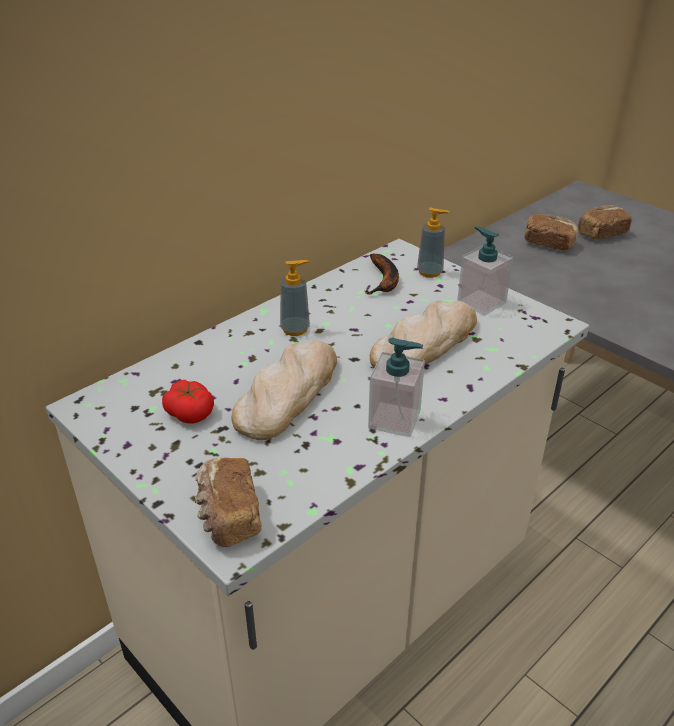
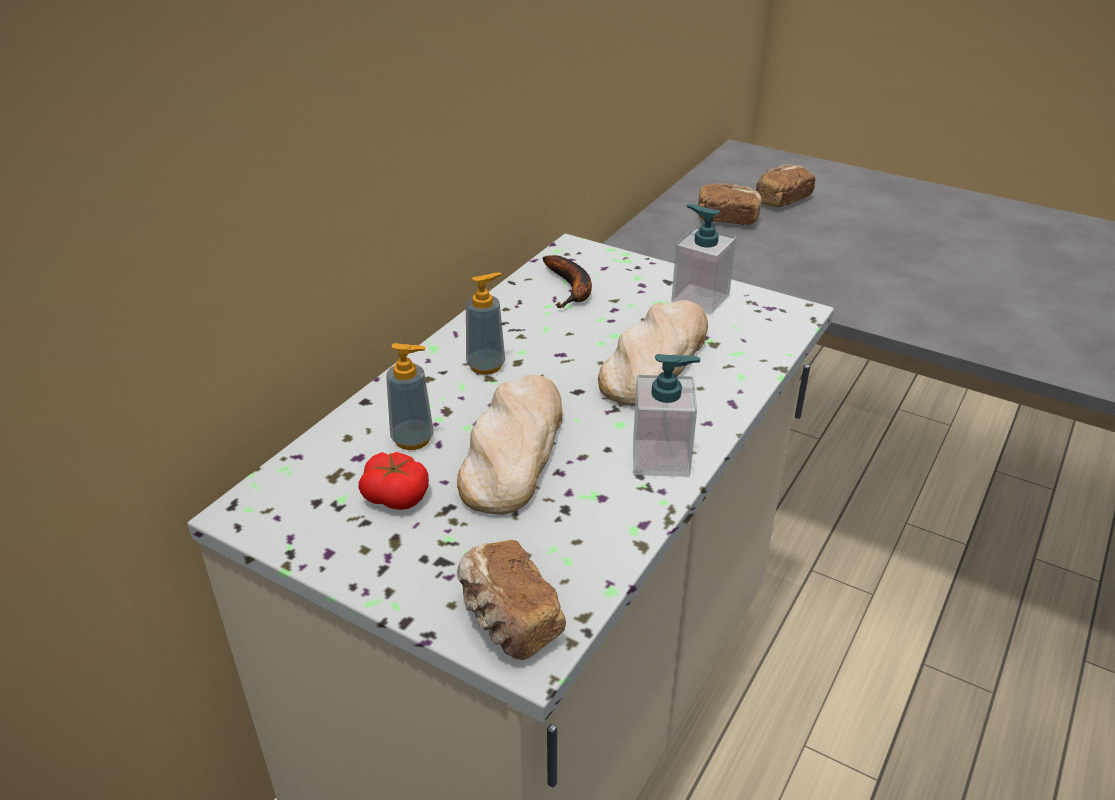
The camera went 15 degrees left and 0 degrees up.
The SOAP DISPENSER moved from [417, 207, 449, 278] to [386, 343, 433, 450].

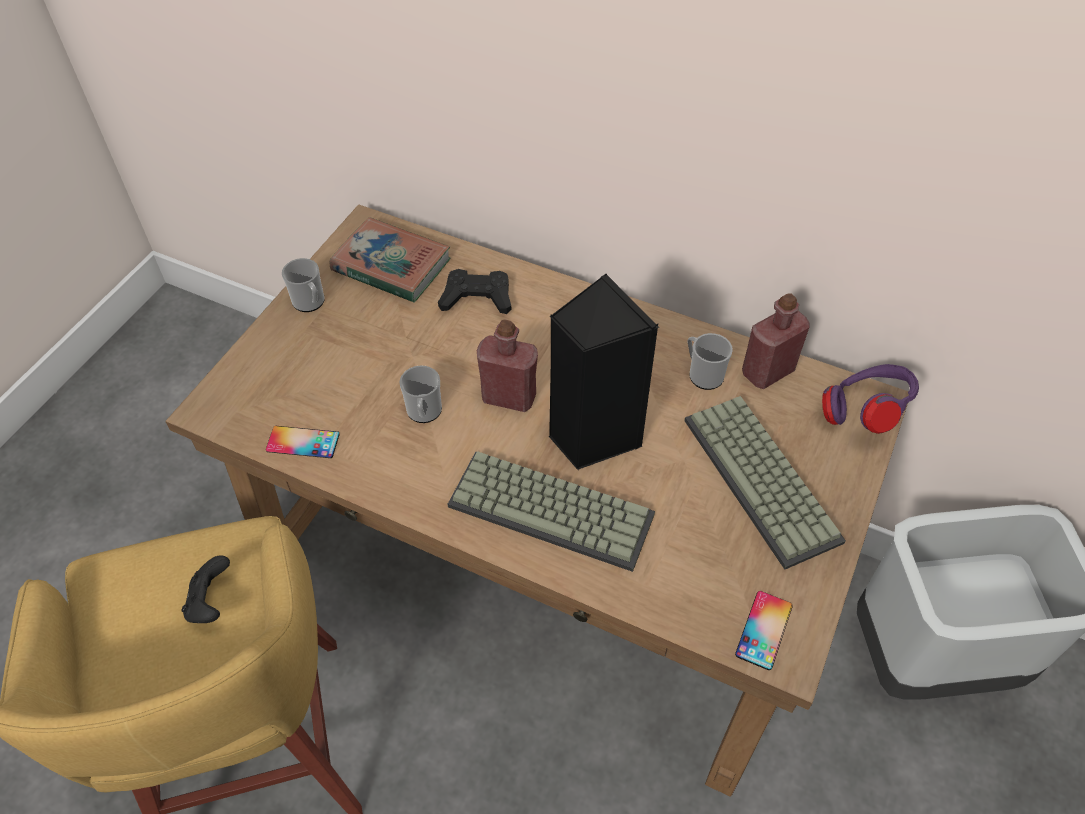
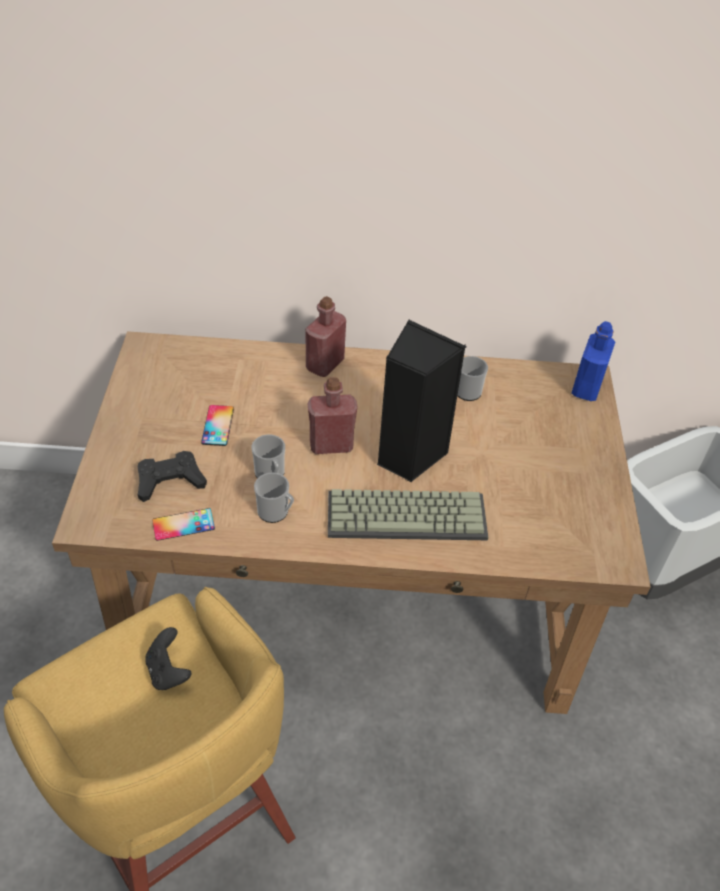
The camera went 25 degrees left and 5 degrees down.
The COFFEE MUG moved from [282, 258, 325, 312] to [254, 472, 294, 523].
The BOUND BOOK at [330, 217, 450, 302] disappeared.
The BLACK GAMEPAD moved from [438, 269, 511, 314] to [138, 451, 207, 502].
The COMPUTER KEYBOARD at [684, 396, 846, 570] disappeared.
The TELEPHONE moved from [735, 591, 792, 670] to [201, 405, 234, 446].
The RED BOTTLE moved from [742, 293, 810, 389] to [305, 296, 346, 377].
The PURPLE-COLOURED HEADPHONES at [822, 364, 919, 434] was replaced by the BLUISH BOTTLE at [571, 321, 615, 401].

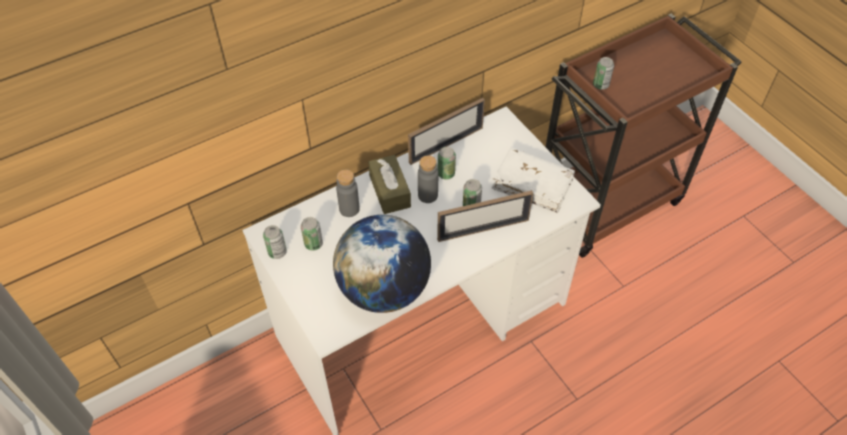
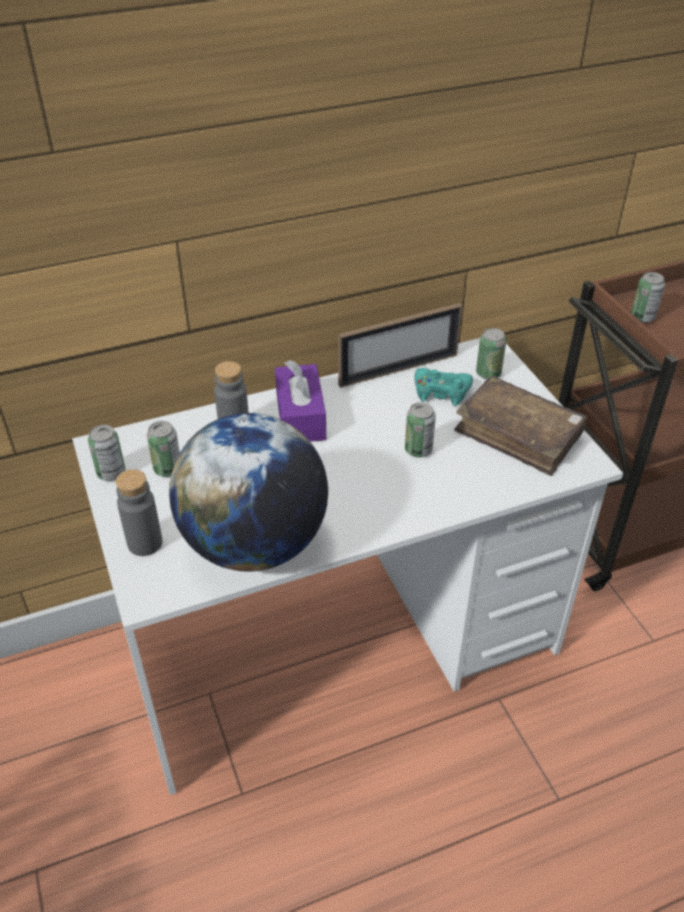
The camera went 10 degrees right and 10 degrees down.
The BROWN-COLOURED TISSUE BOX at [368, 155, 411, 214] became the PURPLE-COLOURED TISSUE BOX at [275, 360, 326, 442].
The GREYISH BOTTLE moved from [418, 155, 438, 203] to [116, 469, 162, 556].
The PHOTO FRAME at [437, 190, 533, 242] disappeared.
The CAN moved from [438, 147, 456, 180] to [476, 328, 506, 379].
The WHITE-COLOURED BOUND BOOK at [491, 147, 575, 213] became the BROWN-COLOURED BOUND BOOK at [454, 376, 587, 476].
The TURQUOISE-COLOURED GAMEPAD at [414, 368, 473, 406] appeared.

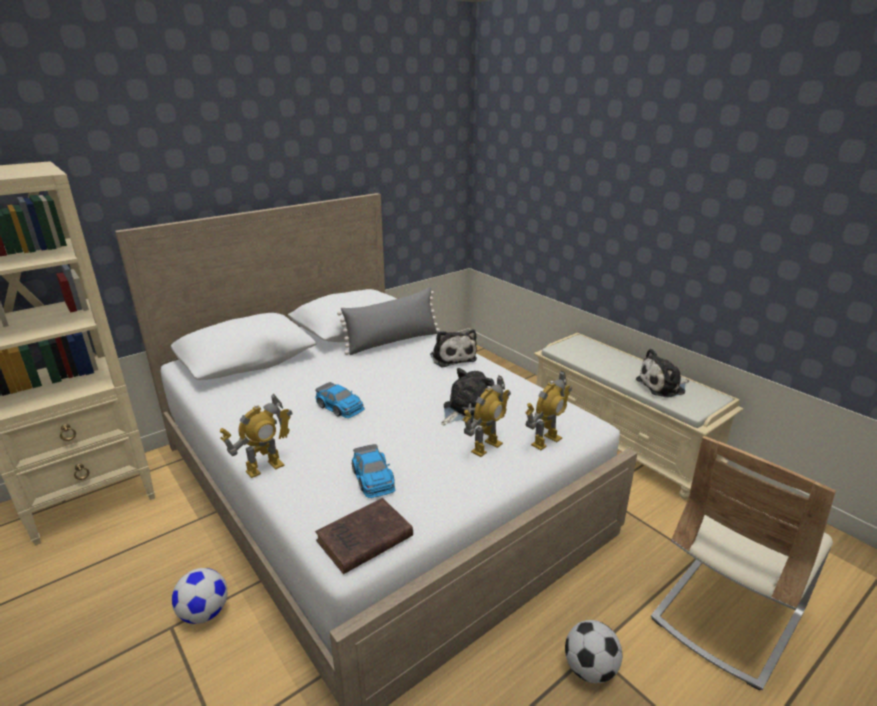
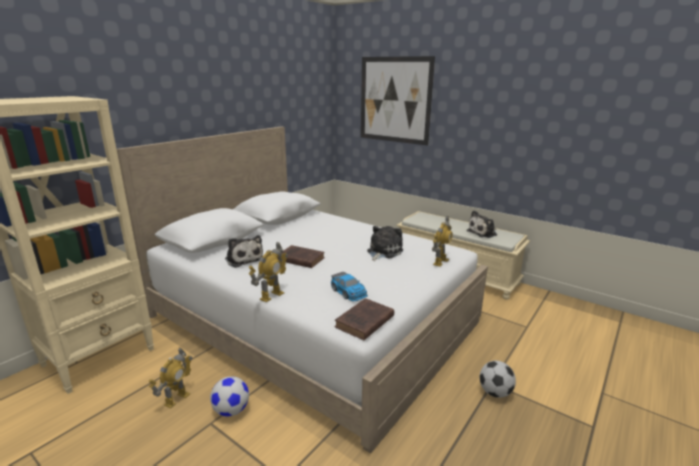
The camera went 15 degrees left and 5 degrees down.
The MINIATURE CAR at [315, 382, 365, 418] was replaced by the BROWN-COLOURED BOUND BOOK at [278, 245, 325, 268].
The GREYISH THROW PILLOW at [337, 287, 440, 355] disappeared.
The SOFT TOY moved from [430, 329, 477, 368] to [225, 235, 263, 268].
The MODEL ROBOT moved from [463, 375, 511, 457] to [149, 348, 192, 409].
The BEIGE CHAIR at [651, 436, 836, 690] disappeared.
The PICTURE at [361, 56, 435, 146] appeared.

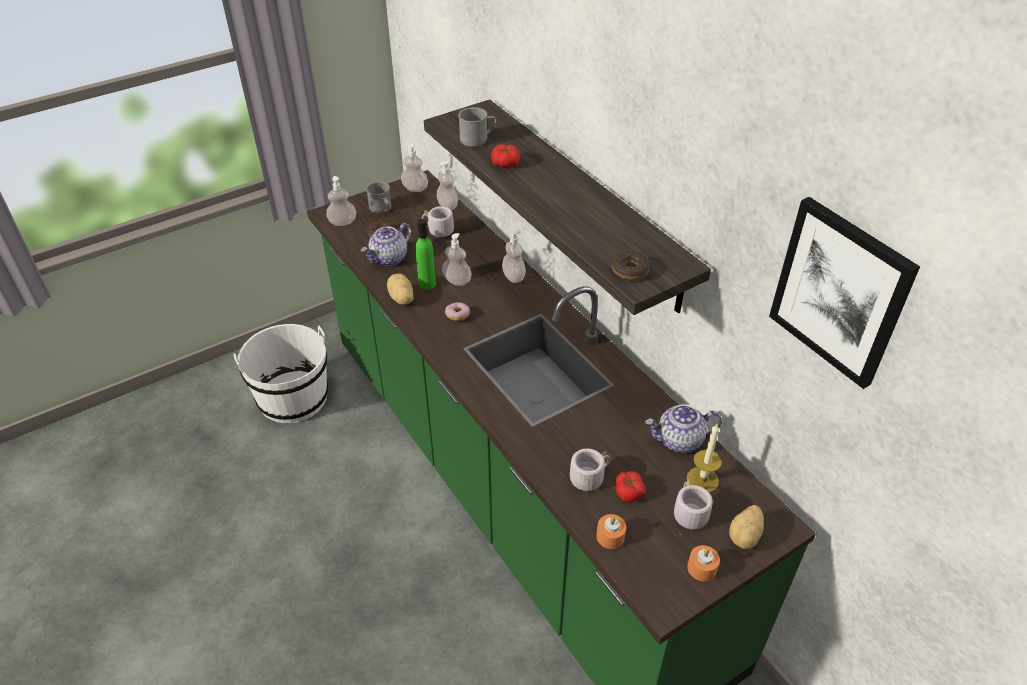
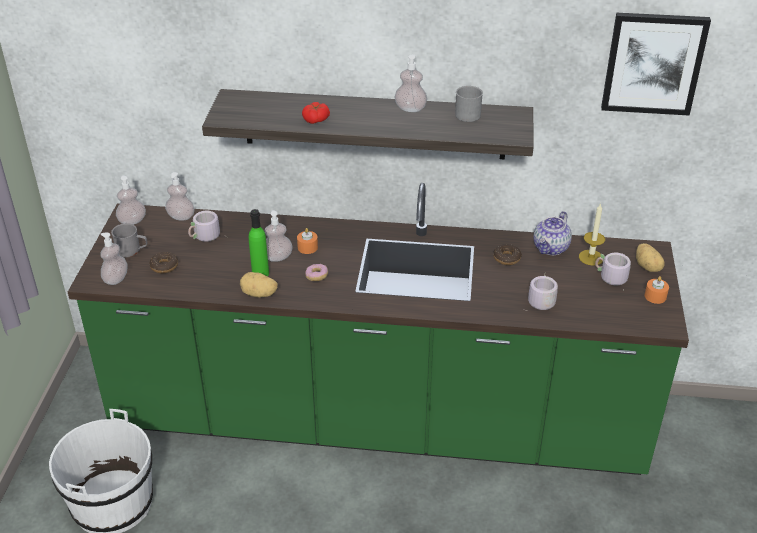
The camera went 50 degrees left and 5 degrees down.
The TEA POT at [361, 223, 412, 266] disappeared.
The GREYISH COFFEE MUG moved from [458, 107, 497, 147] to [455, 86, 483, 122].
The SOAP DISPENSER moved from [502, 230, 526, 283] to [394, 54, 427, 112].
The ORANGEY WAX CANDLE moved from [596, 514, 626, 549] to [297, 228, 318, 254].
The DONUT moved from [612, 250, 650, 280] to [493, 244, 522, 265].
The FRESH TOMATO at [615, 471, 646, 503] disappeared.

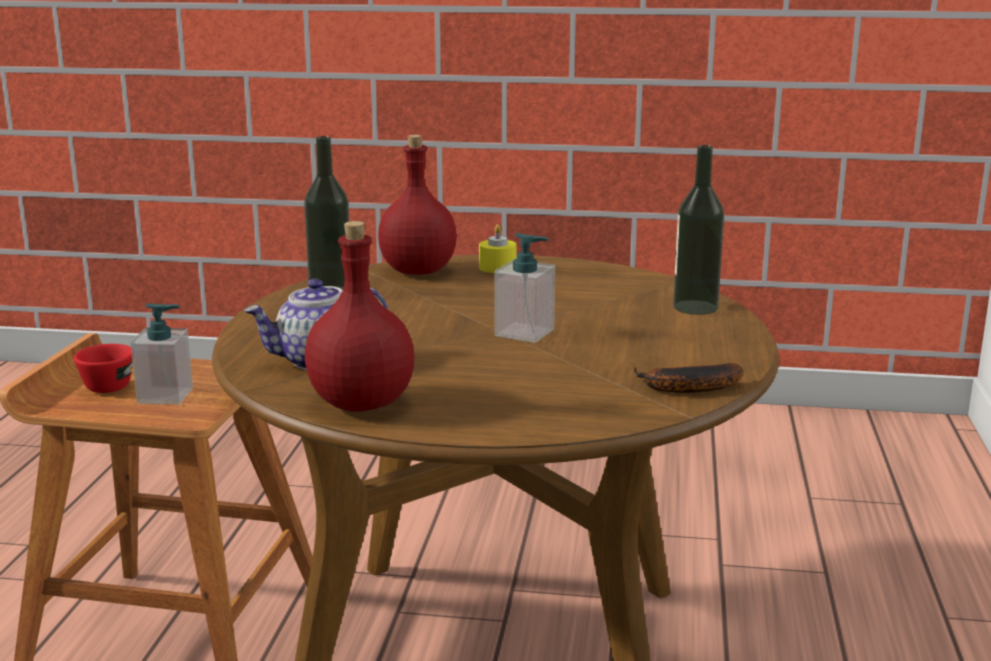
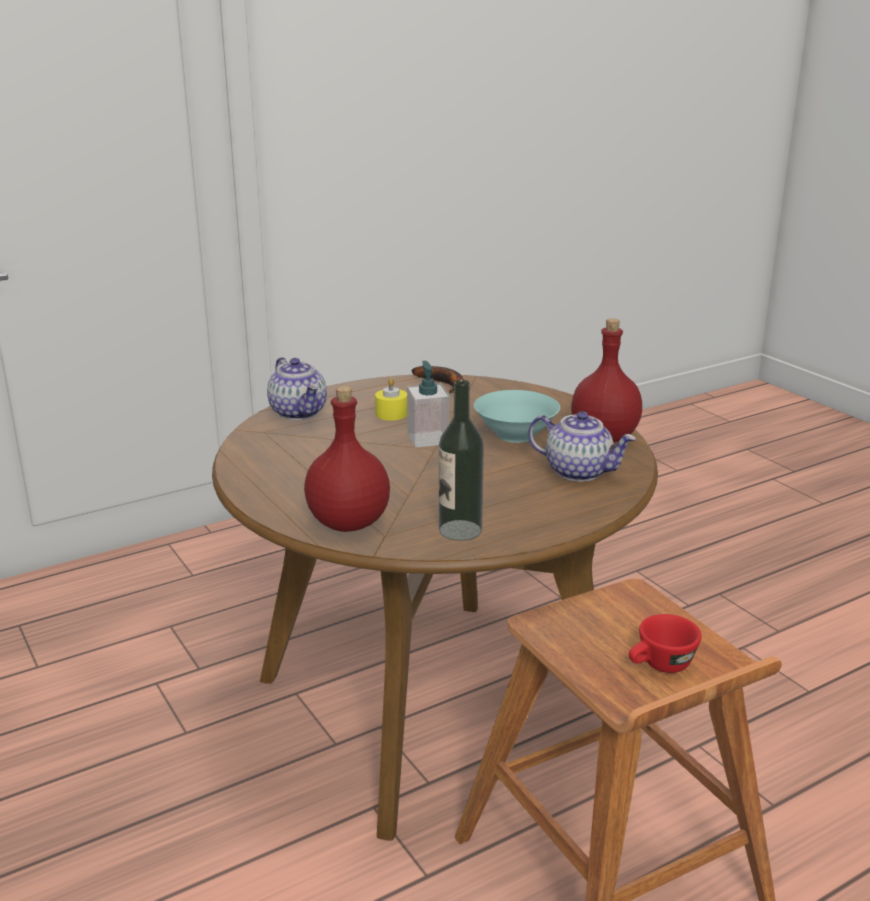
The camera went 130 degrees left and 5 degrees up.
The SOAP DISPENSER at [130, 303, 193, 405] disappeared.
The YELLOW WAX CANDLE moved from [479, 224, 516, 273] to [375, 378, 407, 421].
The BOTTLE at [673, 145, 724, 315] was replaced by the TEA POT at [267, 357, 327, 420].
The TURQUOISE-COLOURED BOWL at [474, 390, 560, 443] appeared.

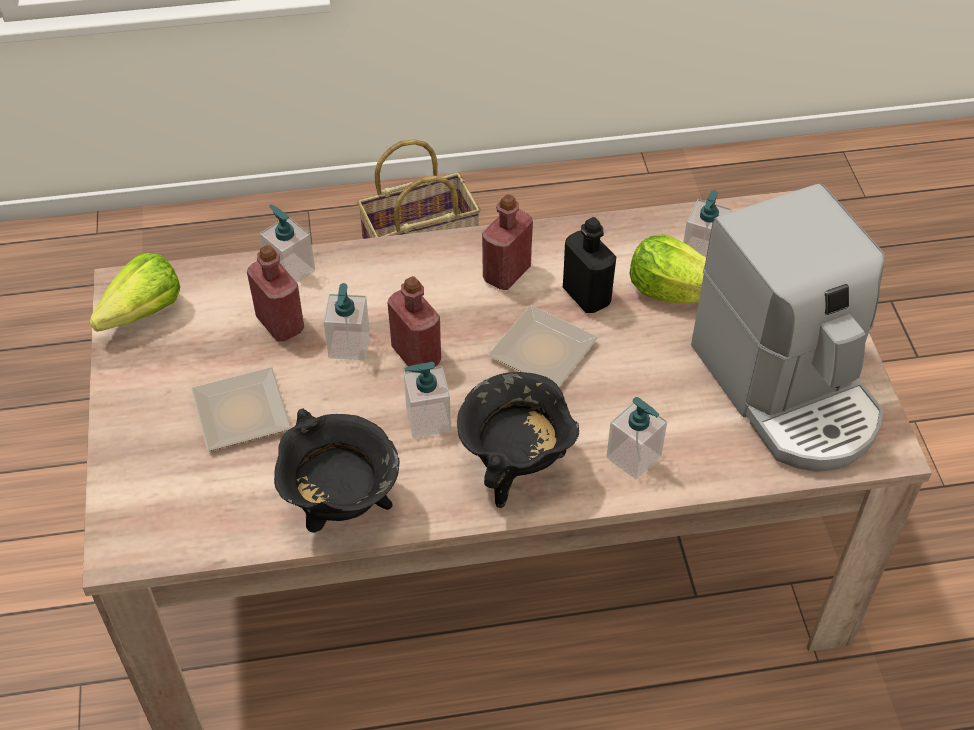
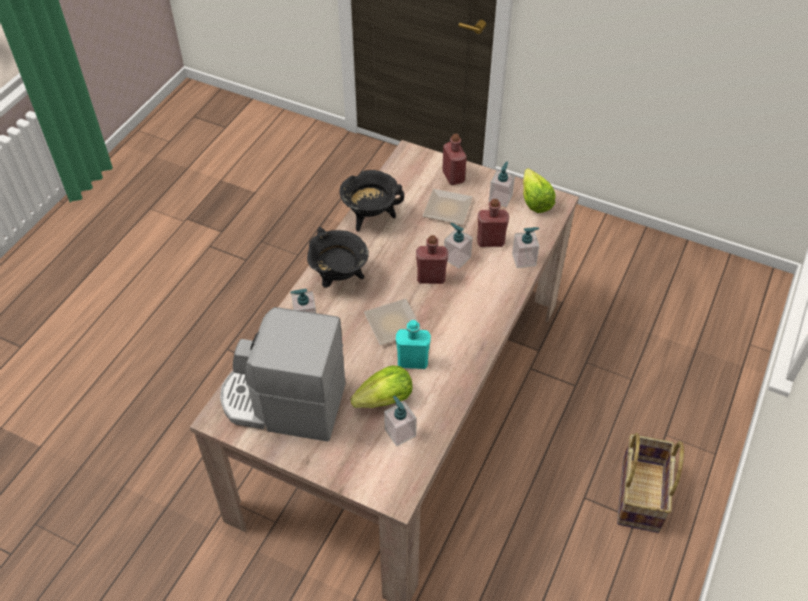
The camera went 125 degrees right and 0 degrees up.
The SOAP DISPENSER moved from [404, 362, 451, 438] to [489, 161, 515, 207].
The RED BOTTLE moved from [482, 194, 533, 290] to [442, 134, 467, 185].
The BLACK BOTTLE at [563, 217, 616, 313] became the TURQUOISE-COLOURED BOTTLE at [396, 320, 431, 369].

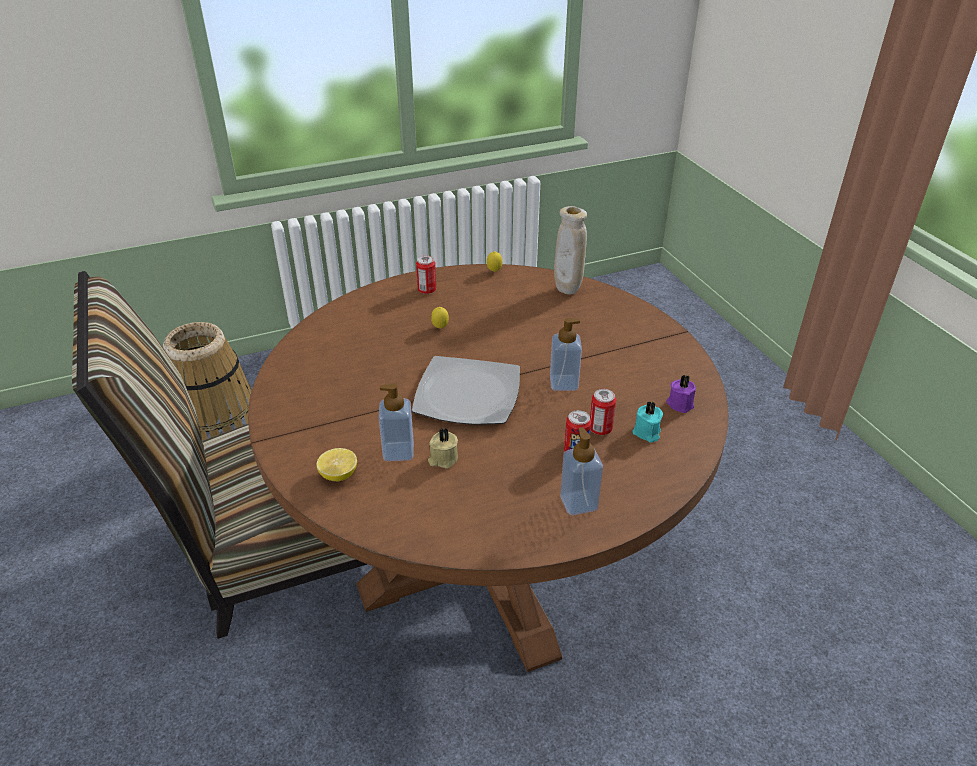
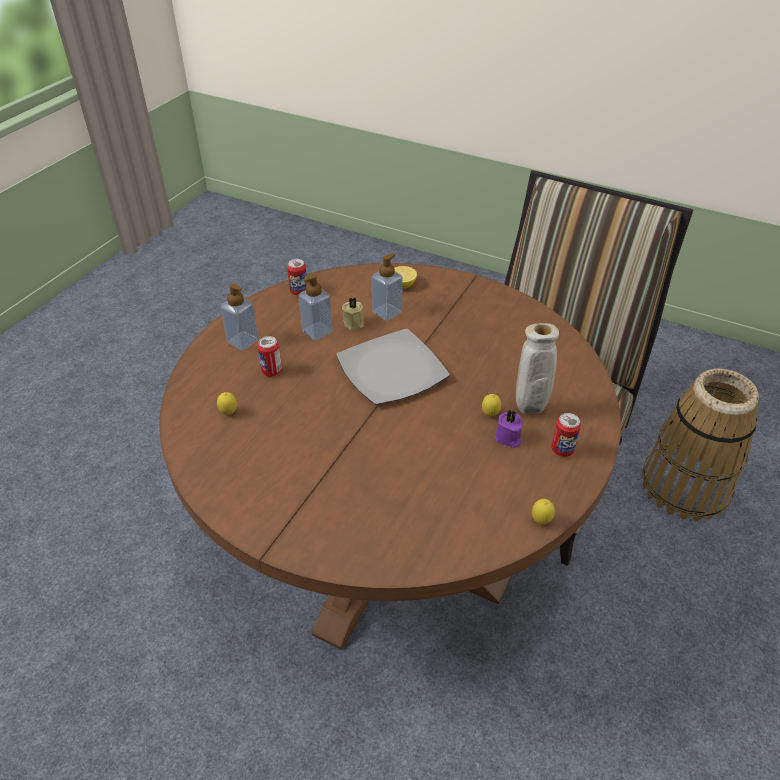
The camera went 140 degrees right and 5 degrees up.
The SOAP DISPENSER moved from [550, 318, 582, 391] to [298, 274, 333, 341].
The BEIGE VASE moved from [554, 206, 587, 294] to [516, 323, 559, 414].
The CAN moved from [590, 389, 616, 435] to [287, 259, 307, 295].
The TURQUOISE-COLOURED WAX CANDLE at [633, 401, 663, 442] was replaced by the WHOLE LEMON at [217, 392, 237, 415].
The PURPLE-COLOURED WAX CANDLE moved from [667, 374, 696, 413] to [495, 410, 523, 448].

